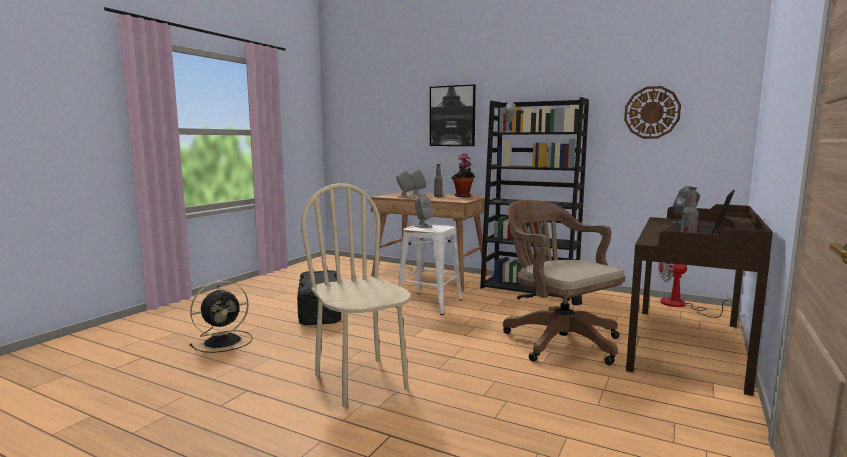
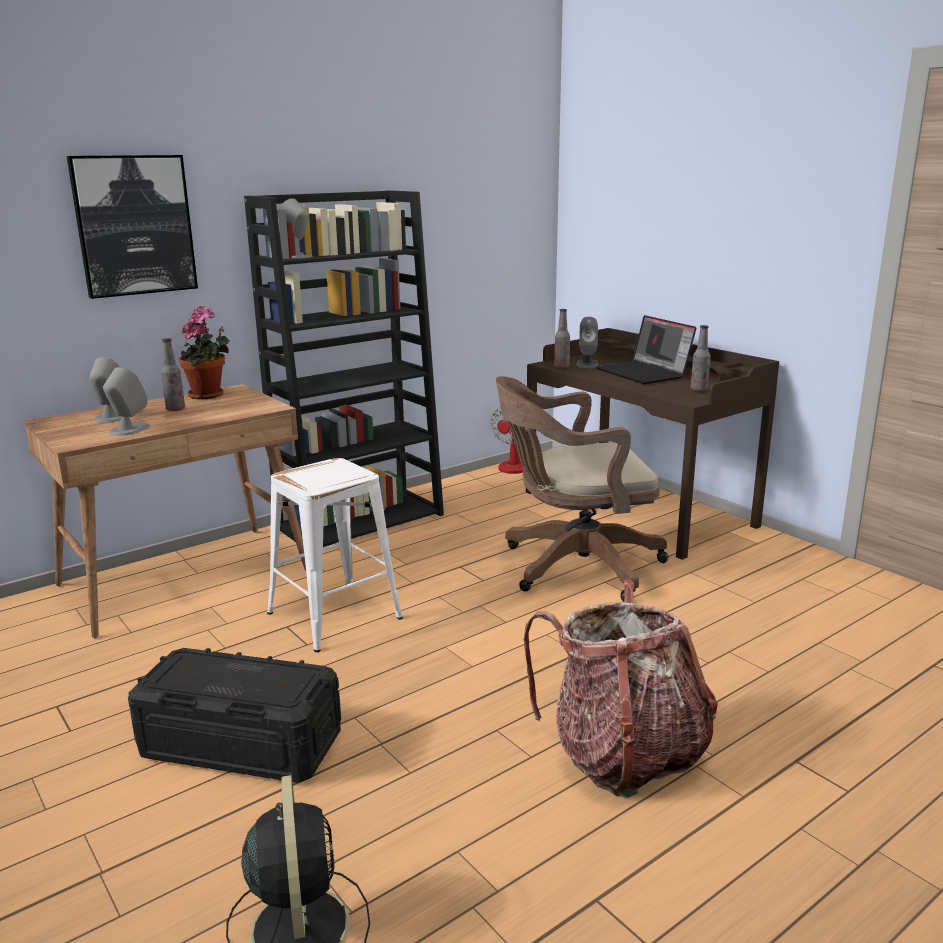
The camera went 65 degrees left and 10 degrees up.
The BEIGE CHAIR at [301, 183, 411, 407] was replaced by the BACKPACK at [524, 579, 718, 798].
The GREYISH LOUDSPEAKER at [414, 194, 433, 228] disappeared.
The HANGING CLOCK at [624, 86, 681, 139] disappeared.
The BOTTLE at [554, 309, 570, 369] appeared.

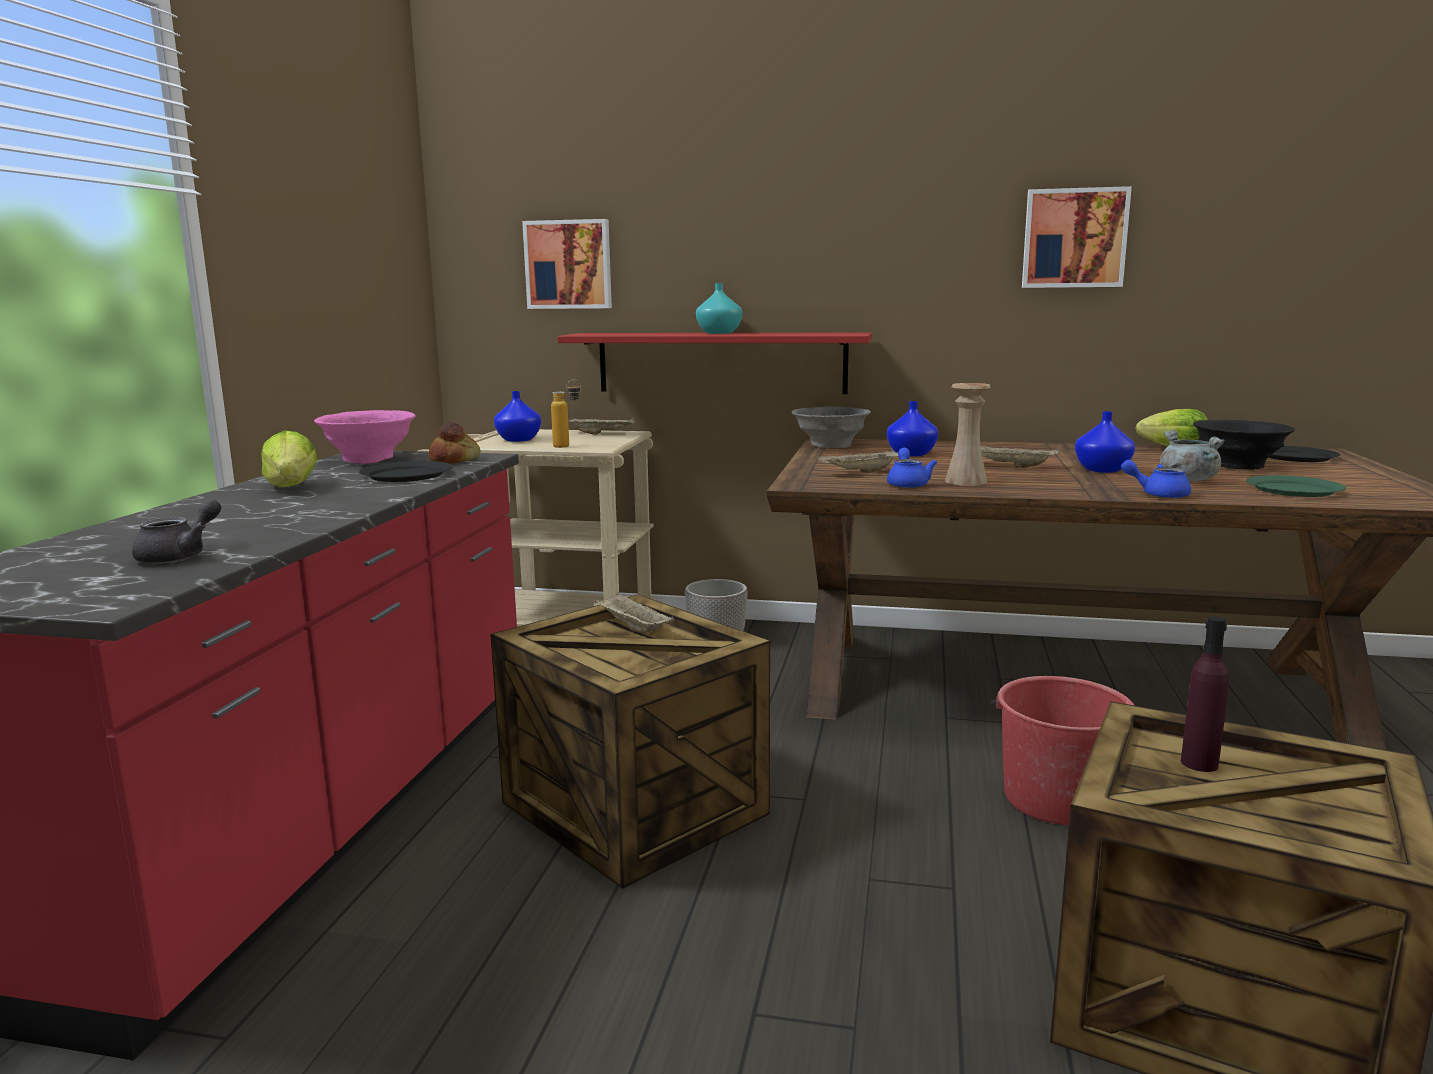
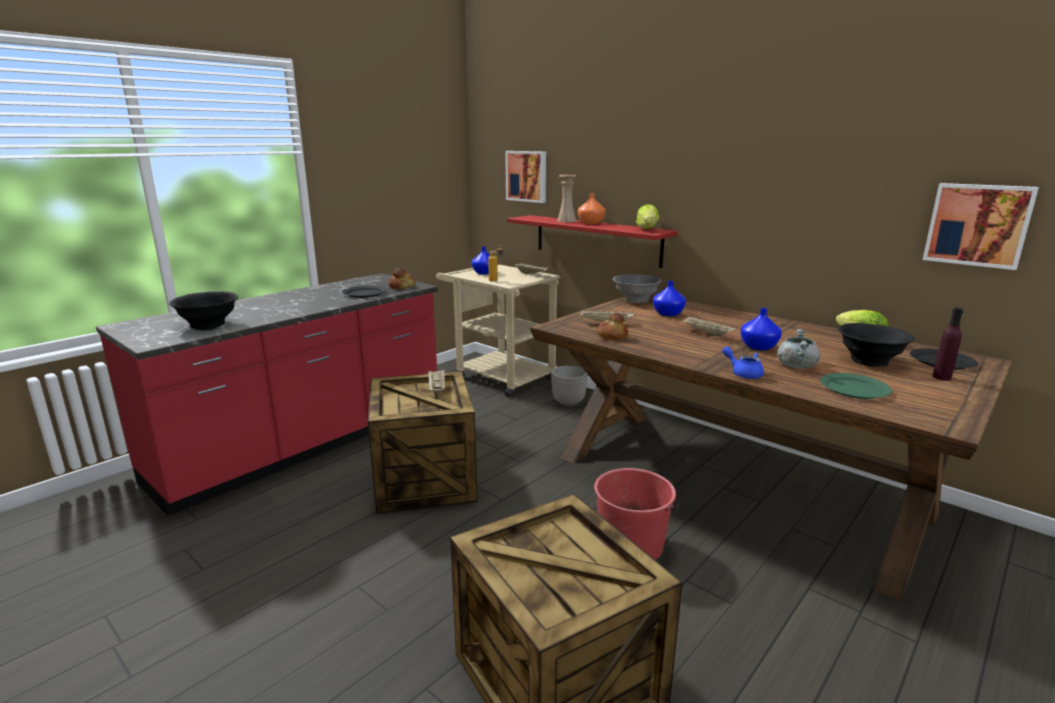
The camera went 30 degrees right and 5 degrees up.
The GREYISH TEA POT at [132, 499, 221, 564] was replaced by the BLACK BOWL at [169, 291, 238, 330].
The LETTUCE moved from [261, 431, 318, 488] to [636, 204, 660, 229].
The PINKISH BOWL at [314, 410, 415, 464] disappeared.
The TURQUOISE-COLOURED VASE at [696, 283, 742, 334] became the ORANGEY VASE at [578, 193, 606, 224].
The BLUISH TEA POT at [887, 448, 937, 488] was replaced by the BREAD at [597, 313, 628, 340].
The BEIGE VASE moved from [945, 383, 991, 486] to [558, 175, 576, 222].
The PICTURE moved from [1022, 186, 1132, 288] to [923, 183, 1039, 270].
The PURPLE-COLOURED BOTTLE moved from [1181, 616, 1229, 772] to [932, 308, 963, 381].

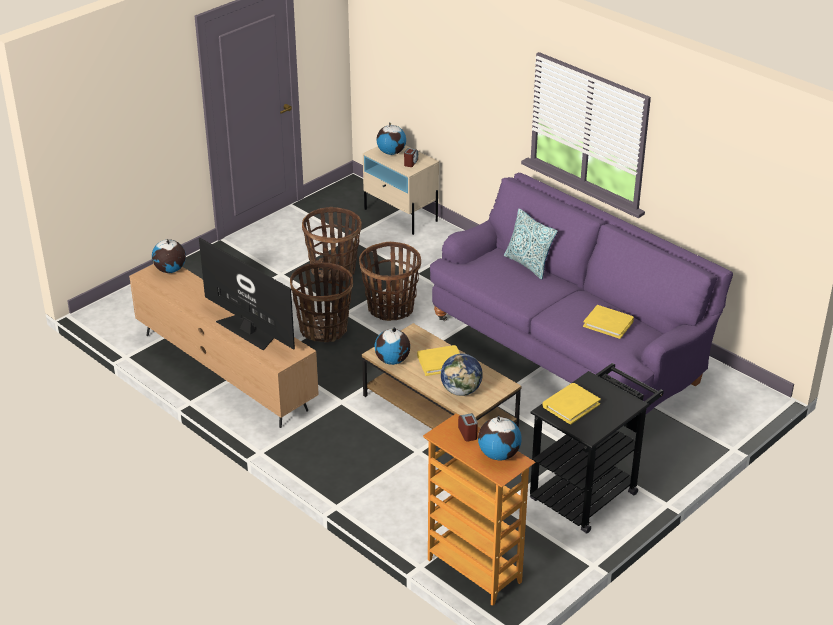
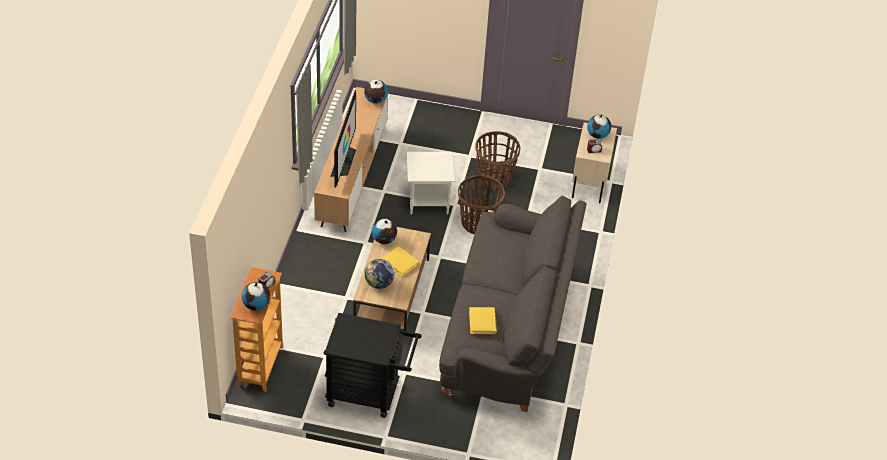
The camera went 55 degrees right and 10 degrees up.
The BASKET at [290, 262, 353, 343] was replaced by the WHITE-COLOURED ACCENT TABLE at [407, 152, 455, 215].
The PURPLE-COLOURED SOFA at [430, 173, 733, 414] became the GREYISH SOFA at [439, 196, 587, 412].
The THROW PILLOW at [504, 209, 558, 279] disappeared.
The YELLOW BOUND BOOK at [542, 383, 601, 425] disappeared.

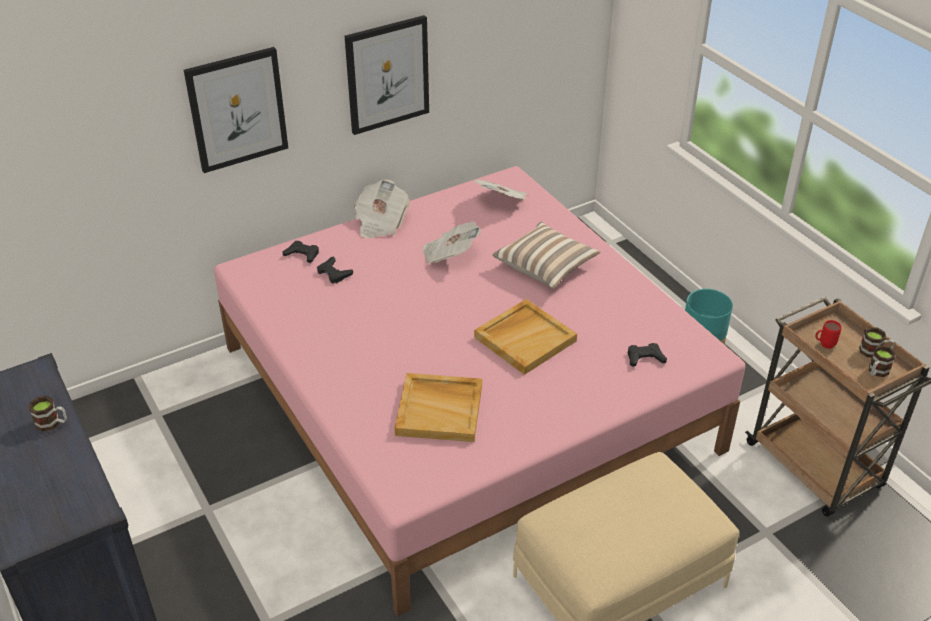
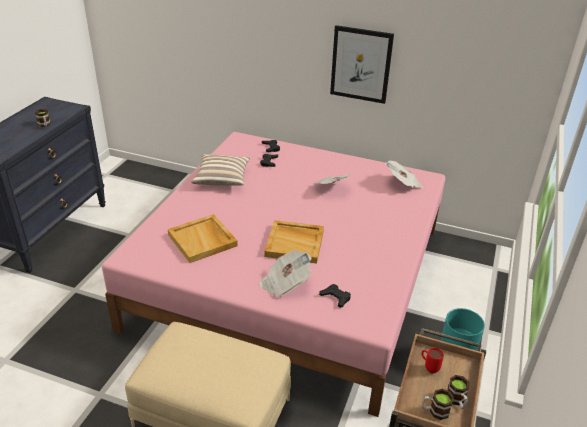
The camera went 50 degrees right and 5 degrees down.
The PICTURE at [184, 47, 288, 173] disappeared.
The PRINTED PAPER moved from [354, 179, 410, 238] to [259, 250, 312, 298].
The THROW PILLOW moved from [493, 222, 600, 289] to [191, 154, 250, 186].

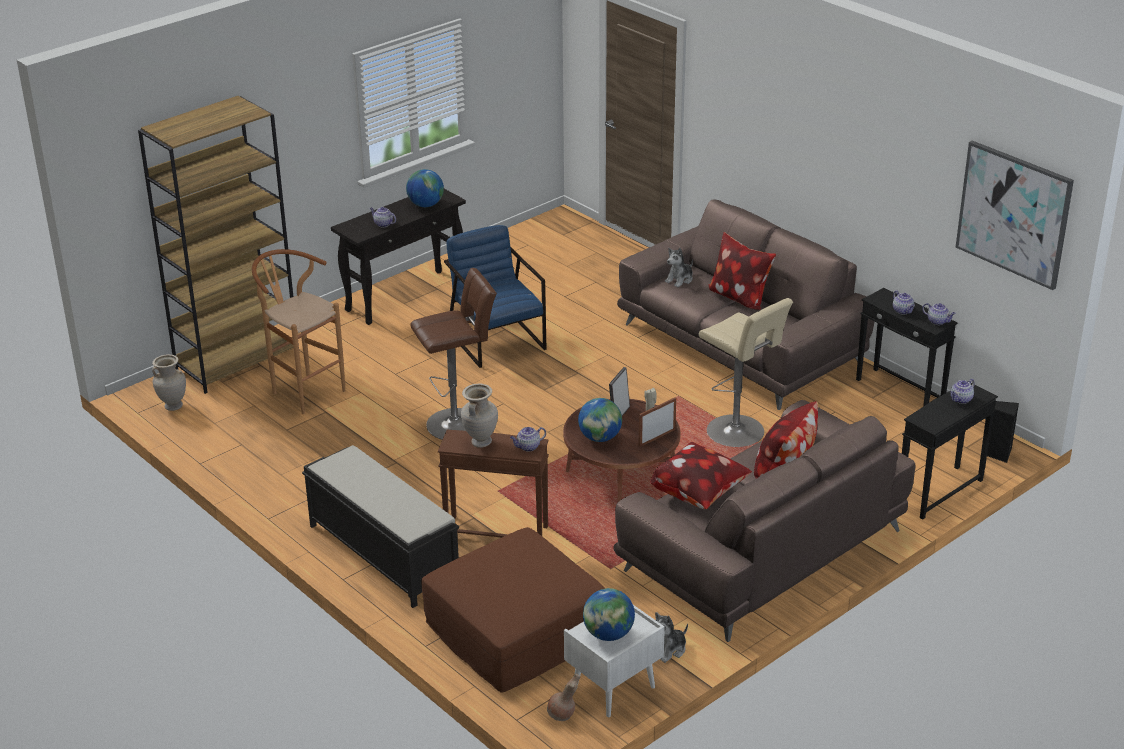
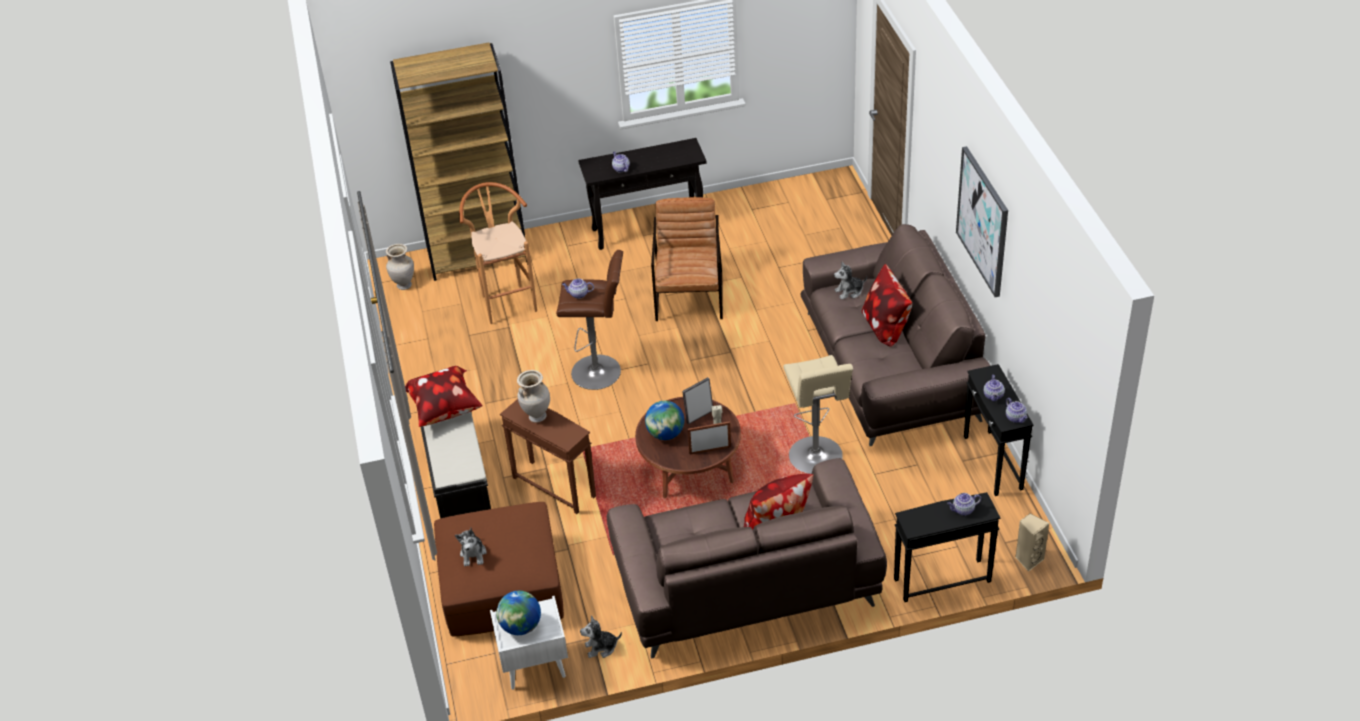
The camera went 30 degrees right and 10 degrees up.
The DESK GLOBE at [406, 169, 444, 207] disappeared.
The BLUISH EASY CHAIR at [444, 225, 546, 368] became the BROWN-COLOURED EASY CHAIR at [651, 197, 723, 321].
The TEA POT moved from [510, 427, 546, 452] to [562, 279, 594, 299].
The BROWN-COLOURED VASE at [547, 674, 580, 721] disappeared.
The THROW PILLOW moved from [650, 442, 752, 509] to [405, 366, 483, 427].
The PICTURE moved from [956, 141, 1074, 290] to [956, 146, 1008, 297].
The BLACK LOUDSPEAKER at [987, 401, 1019, 463] became the BEIGE LOUDSPEAKER at [1015, 514, 1049, 571].
The SOFT TOY at [455, 528, 487, 566] appeared.

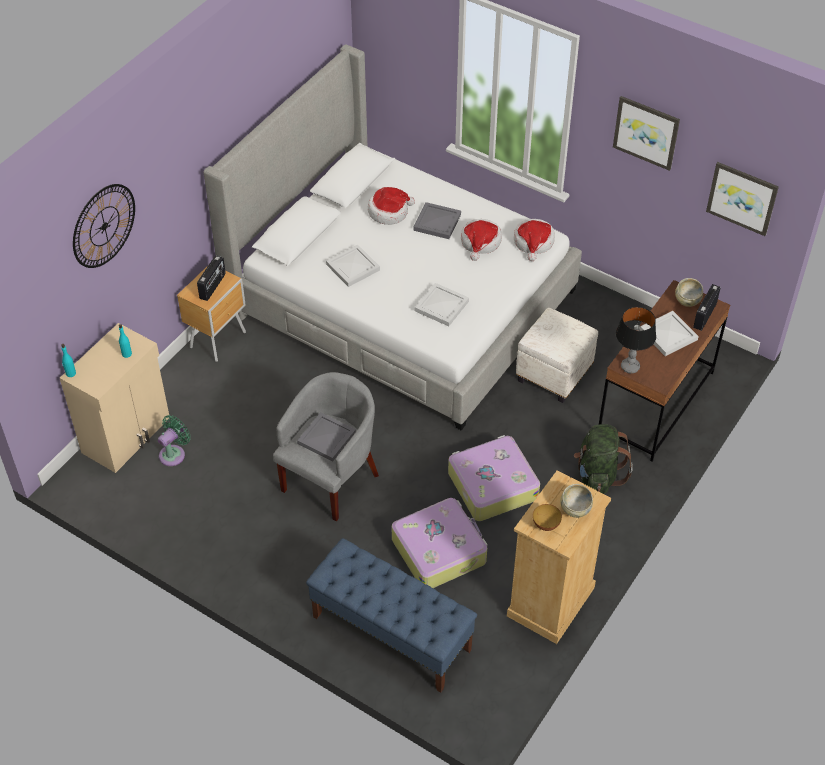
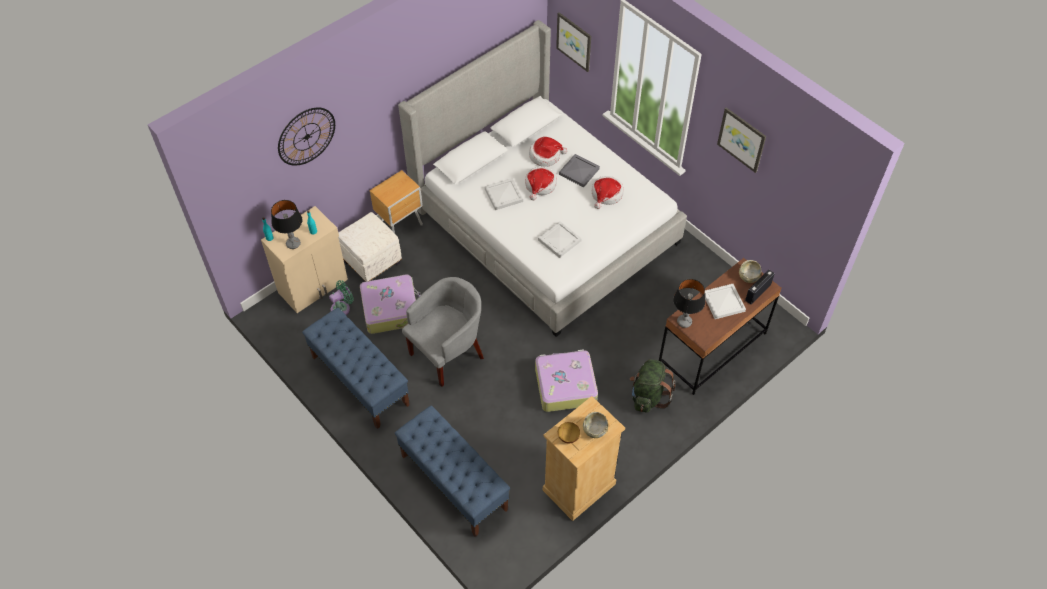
The camera went 15 degrees right and 5 degrees up.
The RADIO SET at [197, 255, 226, 301] disappeared.
The GREYISH CARRYING TRAY at [297, 412, 356, 462] disappeared.
The PIECE OF LUGGAGE moved from [392, 498, 487, 588] to [360, 274, 421, 334].
The WEARABLE HAT moved from [514, 219, 555, 261] to [525, 167, 557, 200].
The WHITE-COLOURED OTTOMAN moved from [516, 308, 598, 403] to [338, 212, 402, 282].
The PICTURE moved from [706, 162, 779, 236] to [556, 12, 591, 72].
The LAMP FOR A TABLE at [271, 200, 302, 249] appeared.
The BLUISH INDOOR BENCH at [302, 308, 410, 429] appeared.

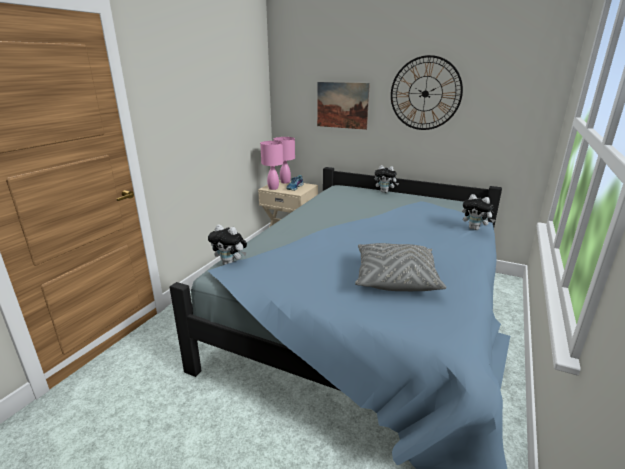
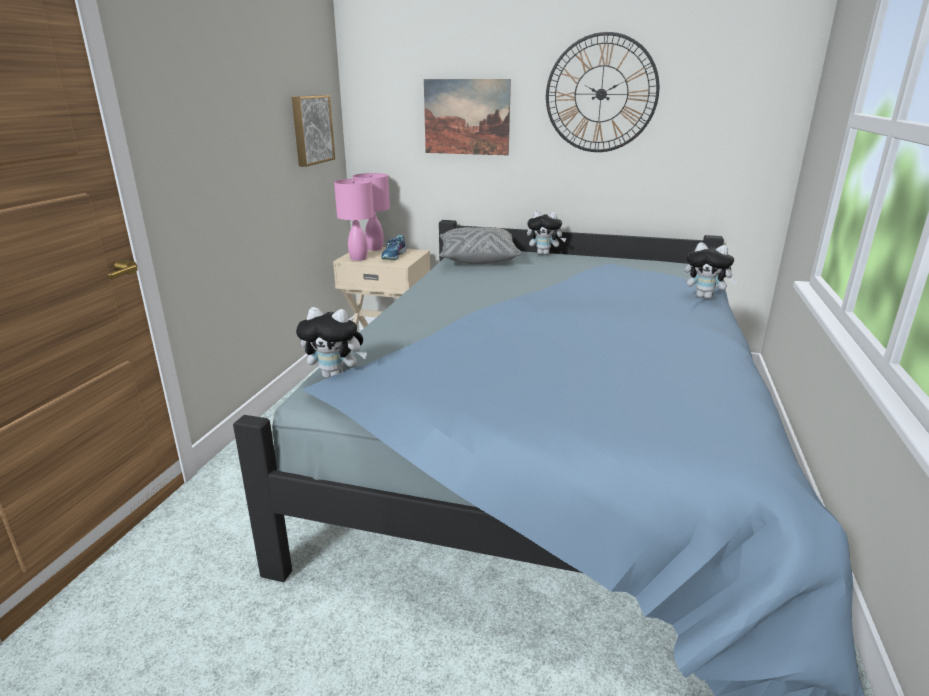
The camera went 10 degrees left and 0 degrees up.
The GREYISH THROW PILLOW moved from [355, 243, 446, 291] to [439, 227, 522, 264].
The PICTURE at [292, 95, 335, 167] appeared.

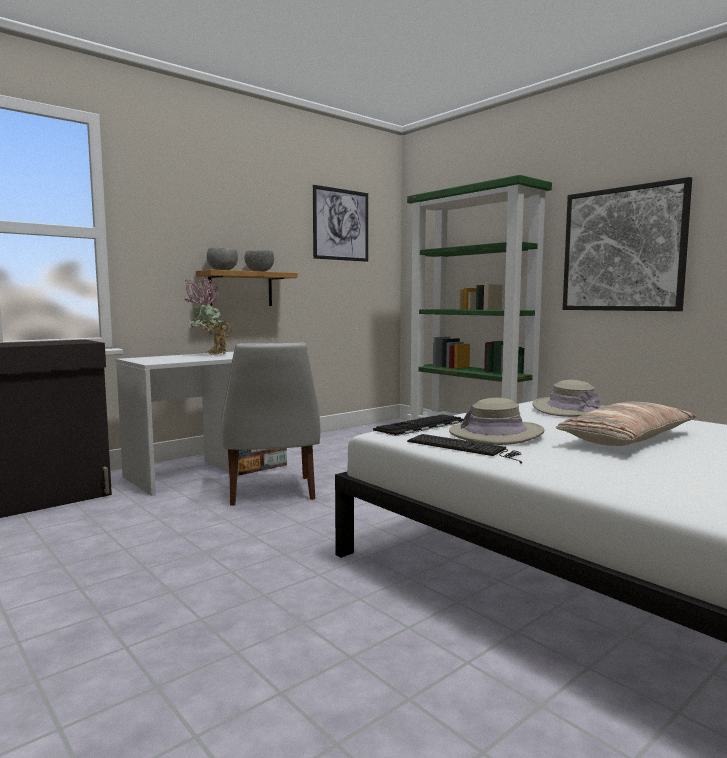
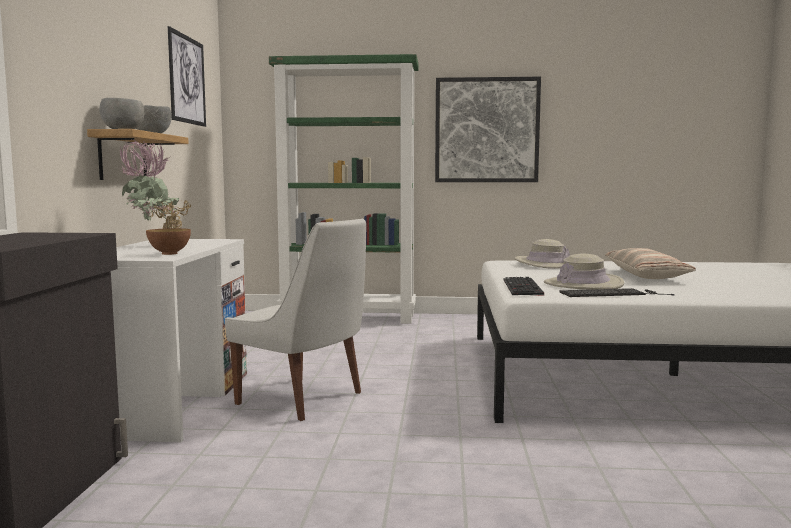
The camera went 45 degrees left and 0 degrees up.
The BOWL at [146, 228, 191, 255] appeared.

